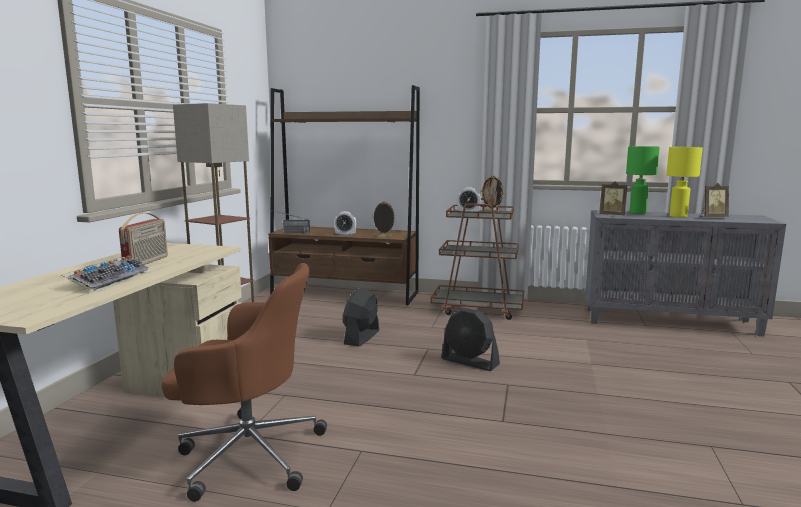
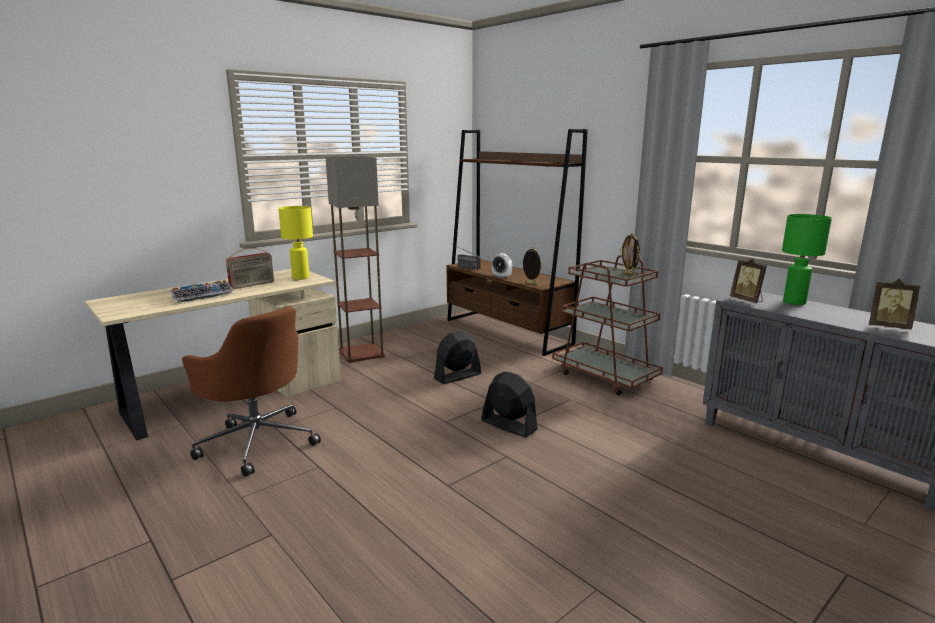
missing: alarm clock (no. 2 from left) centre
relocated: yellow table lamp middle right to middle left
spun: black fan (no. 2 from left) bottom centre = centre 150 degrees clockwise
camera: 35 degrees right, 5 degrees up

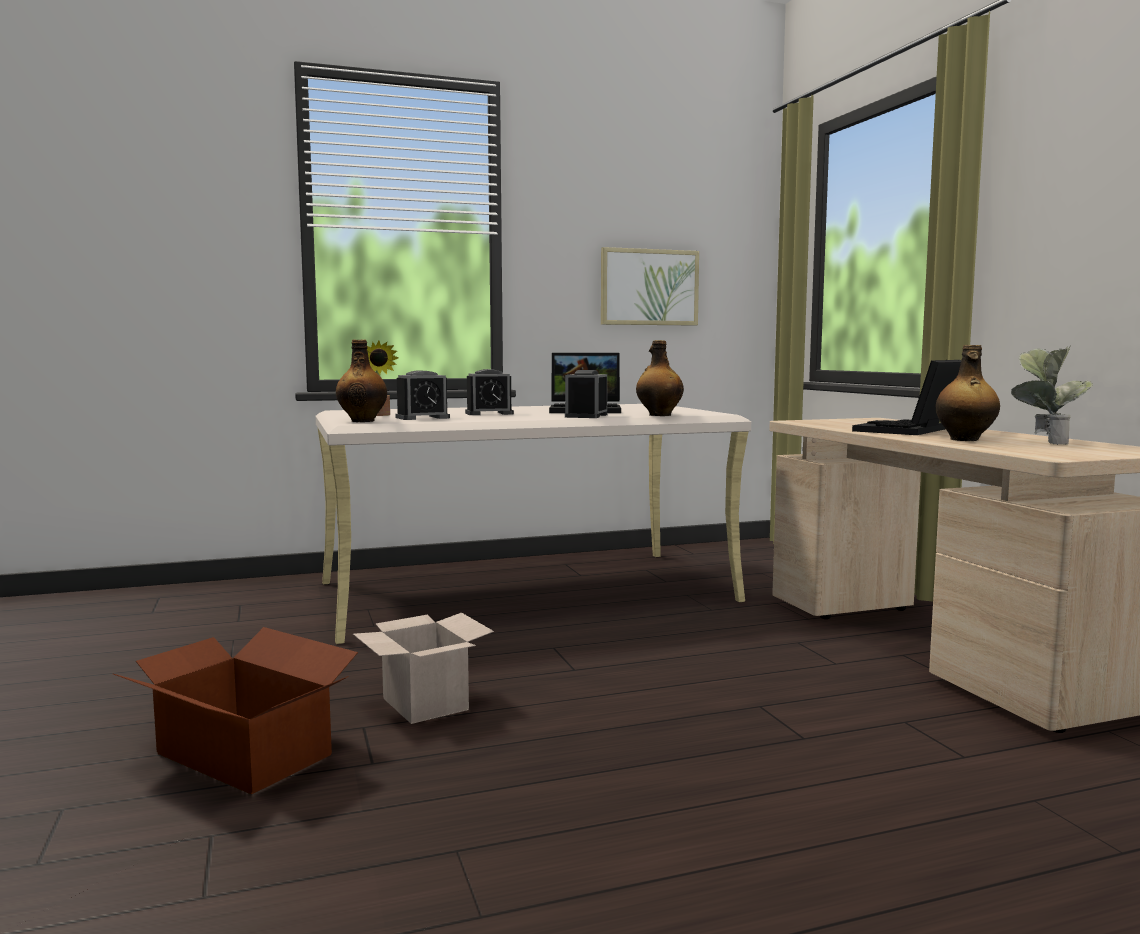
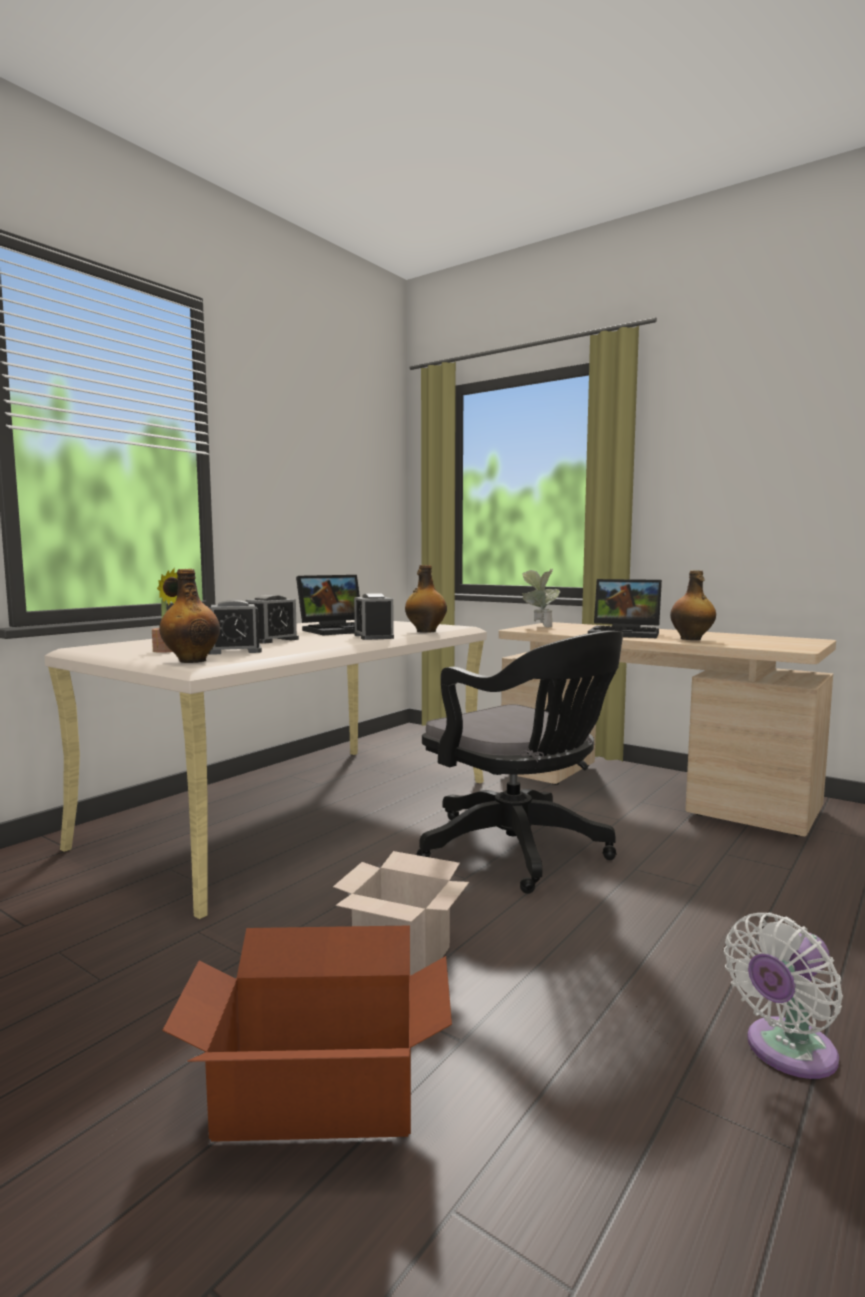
missing: picture top centre
appeared: black office chair centre; white fan bottom right
relocated: potted plant (no. 2 from left) middle right to centre
spun: alarm clock (no. 1 from left) centre = middle left 45 degrees clockwise; laptop (no. 2 from left) middle right = middle right 75 degrees counterclockwise
camera: 35 degrees left, 0 degrees up

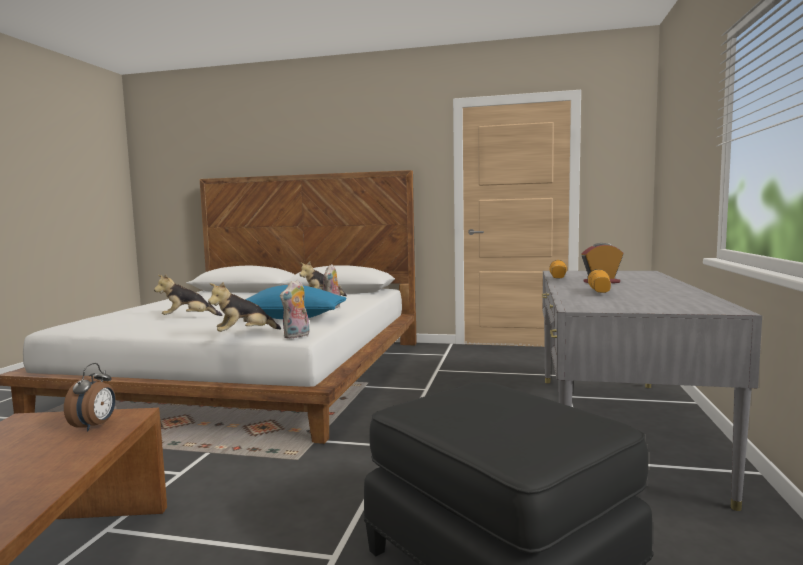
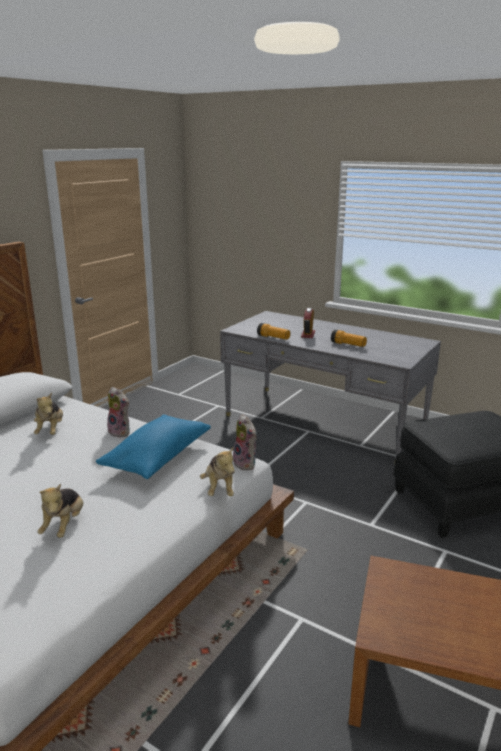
missing: alarm clock (no. 1 from left) bottom left
camera: 70 degrees left, 15 degrees up

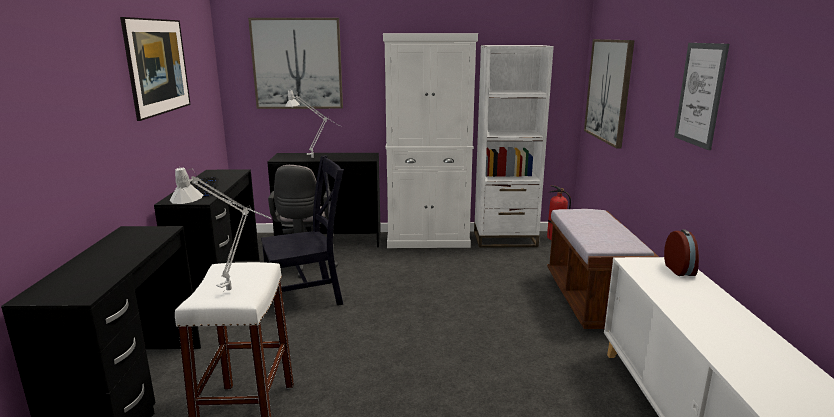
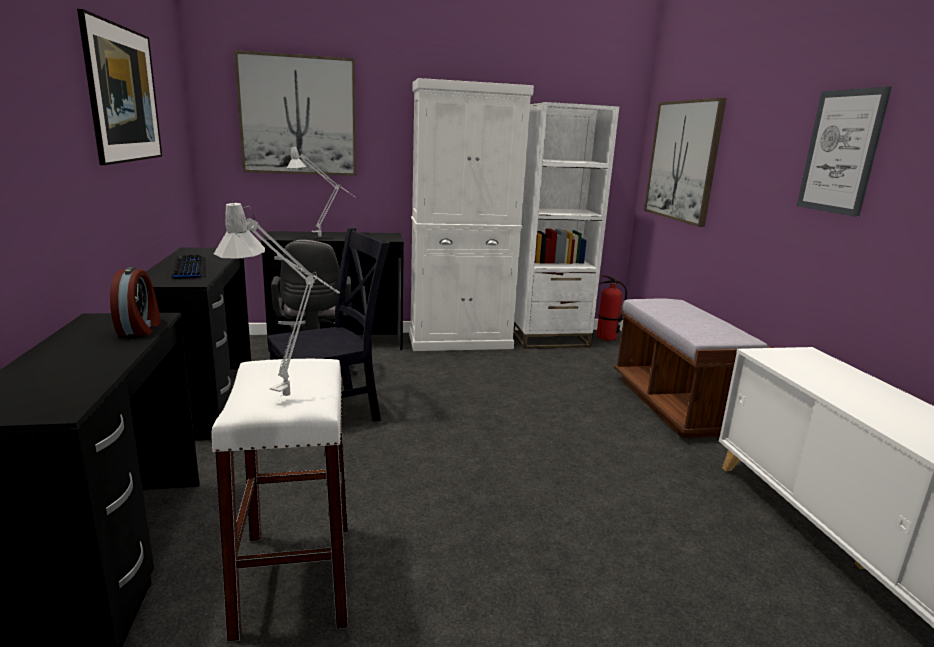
relocated: alarm clock middle right to middle left
camera: 10 degrees left, 0 degrees up

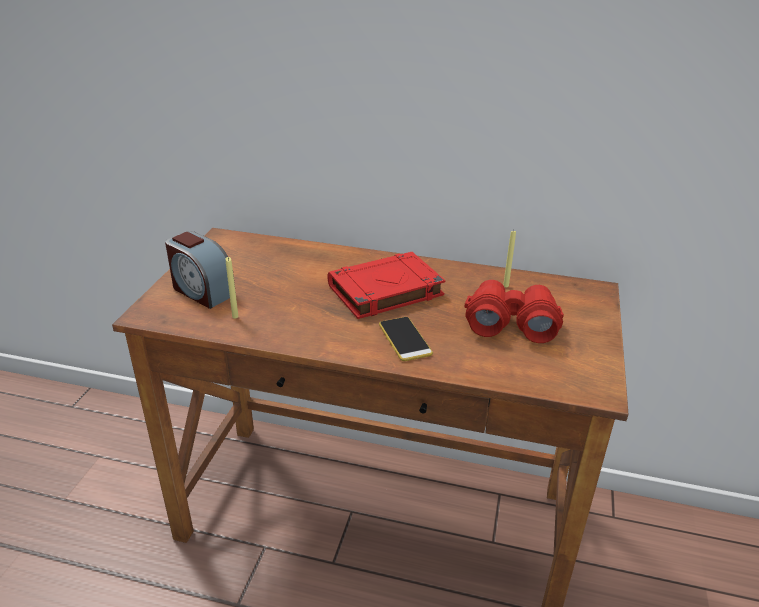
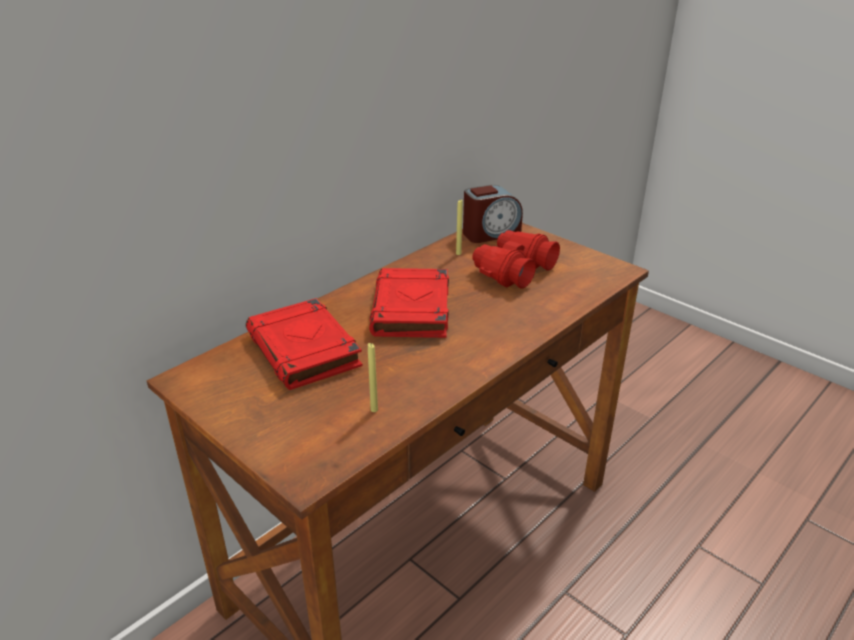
missing: phone centre
appeared: red book (no. 1 from left) centre
relocated: alarm clock middle left to centre
camera: 60 degrees left, 0 degrees up

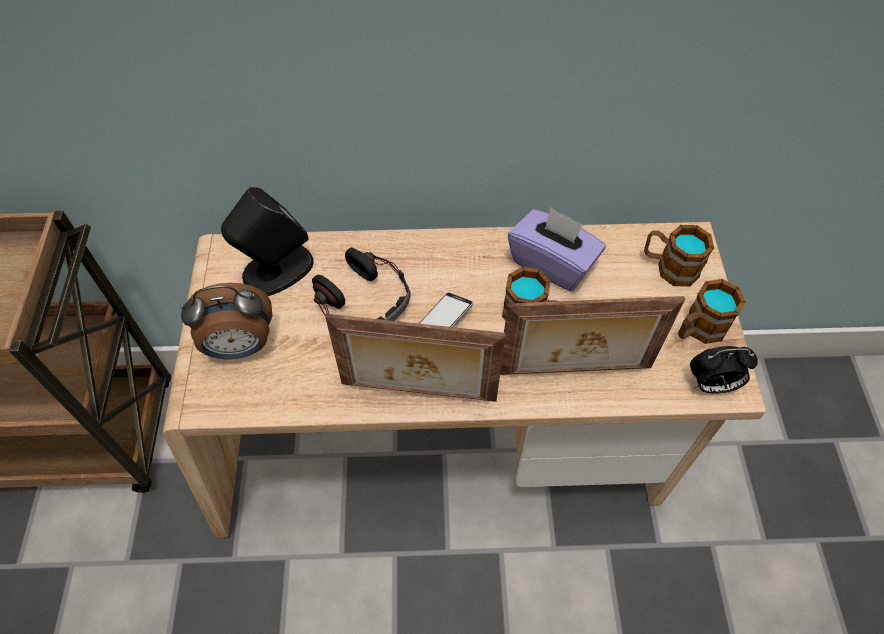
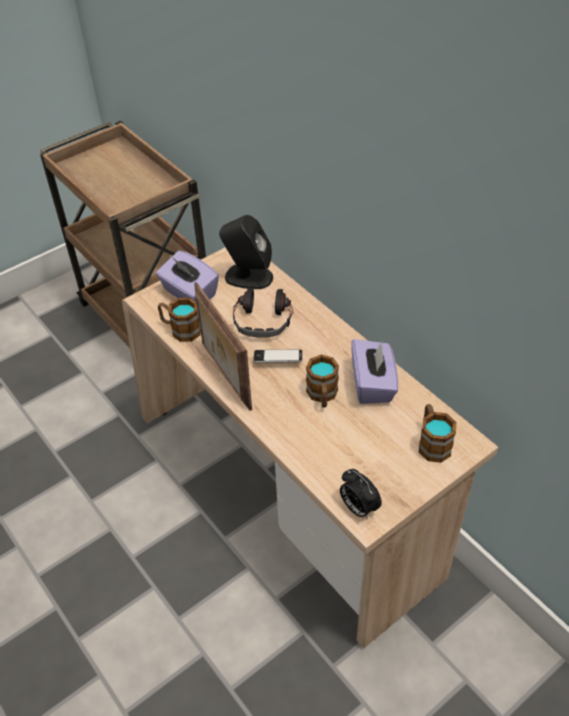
missing: picture frame (no. 2 from left) middle right
relocated: mug (no. 3 from left in the first image) middle right to mug (no. 1 from left) middle left
exchanged: alarm clock (no. 1 from left) middle left to purple tissue box (no. 1 from left) middle left
camera: 55 degrees right, 10 degrees down

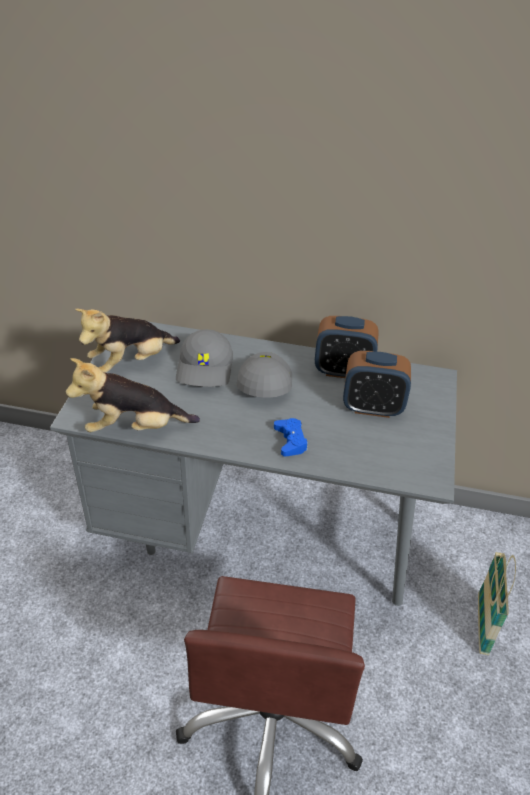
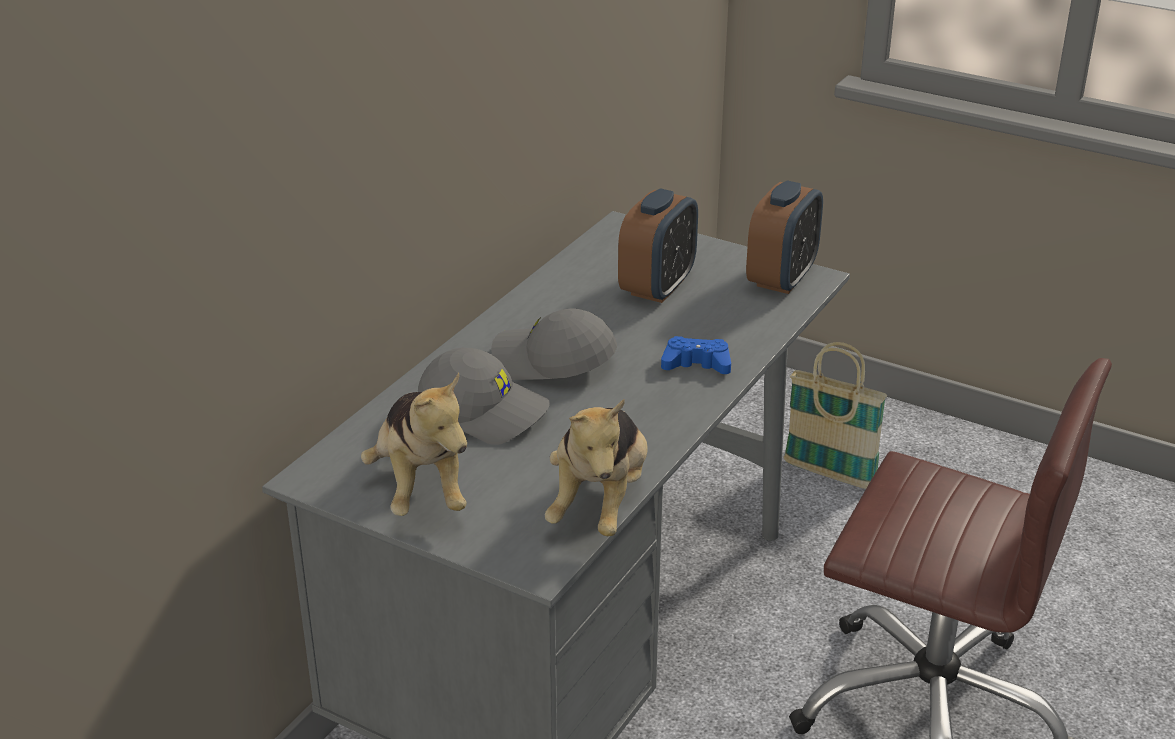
relocated: alarm clock (no. 1 from left in the first image) centre to alarm clock (no. 2 from left) top right
camera: 70 degrees left, 10 degrees down

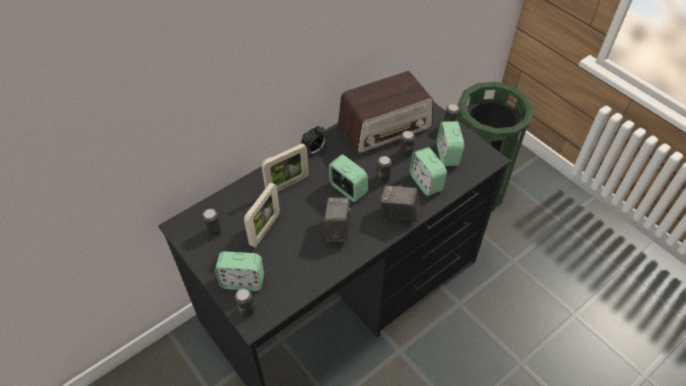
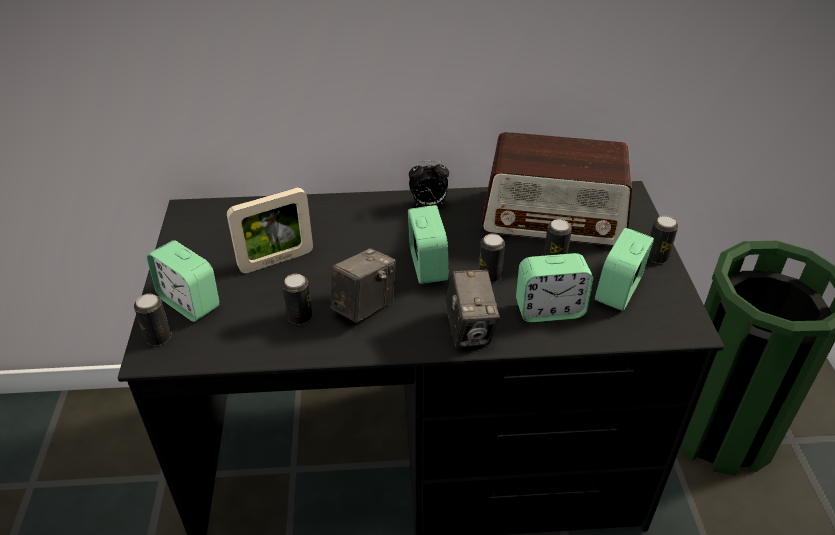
missing: picture frame (no. 2 from left) centre
relocated: can (no. 1 from left in the first image) middle left to can (no. 2 from left) centre
spun: photo camera (no. 2 from left) centre = centre 150 degrees counterclockwise; alarm clock (no. 4 from left) centre = centre 105 degrees counterclockwise
camera: 35 degrees right, 10 degrees down

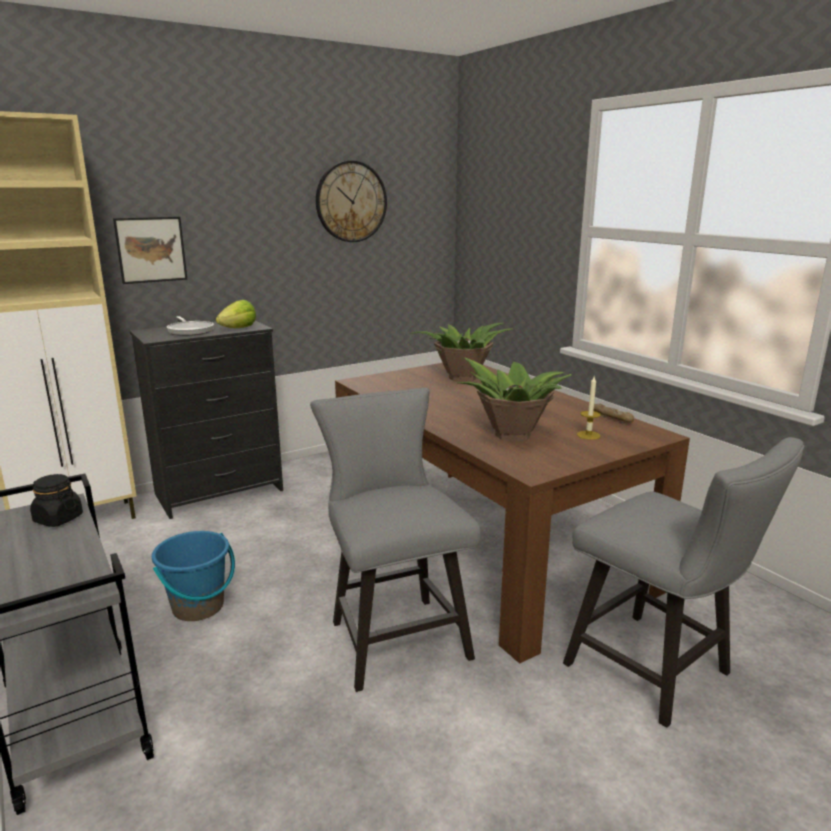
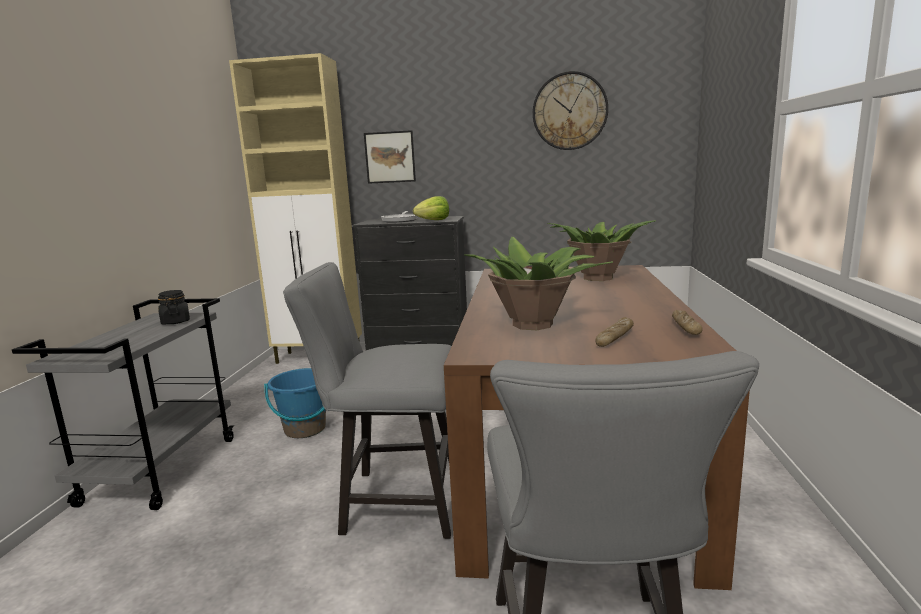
exchanged: candle middle right to bread (no. 1 from left) middle right
spun: grey chair (no. 1 from left) centre = centre 105 degrees counterclockwise
camera: 40 degrees right, 5 degrees down

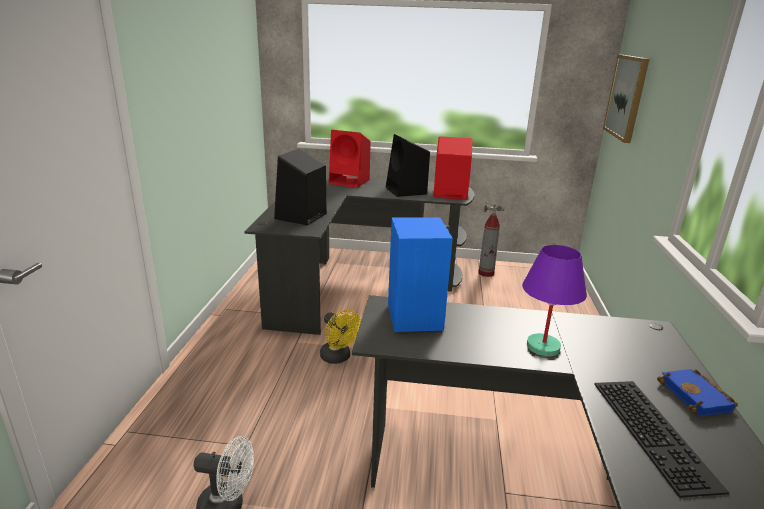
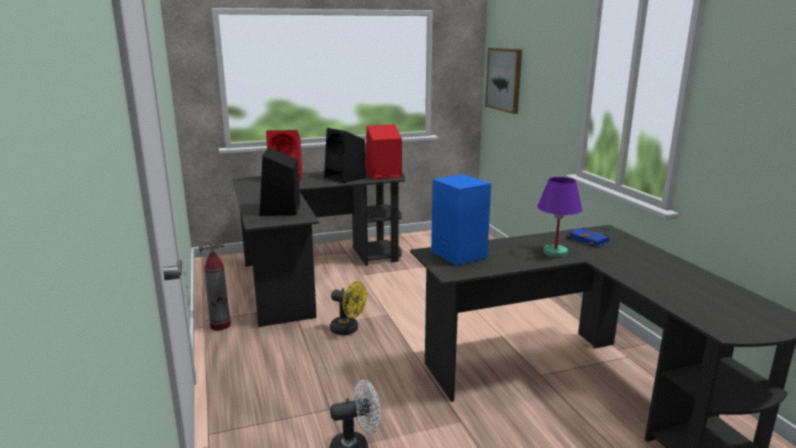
missing: keyboard bottom right
relocated: fire extinguisher centre to middle left; blue book bottom right to middle right
camera: 25 degrees left, 5 degrees down

